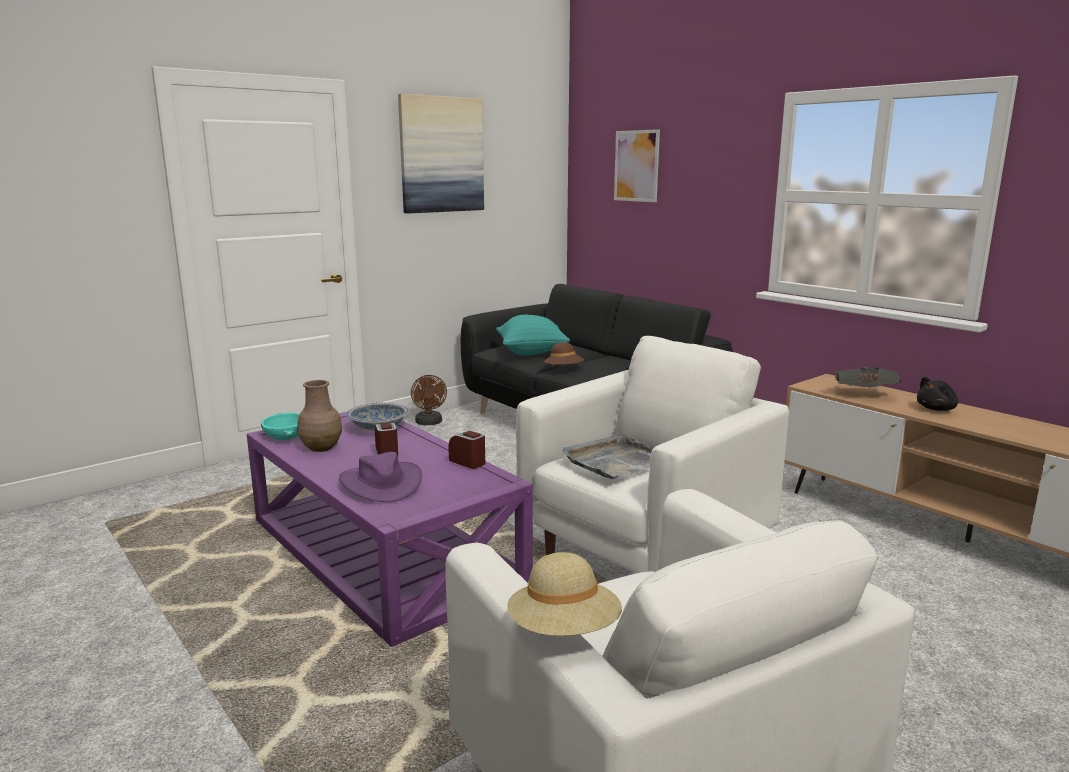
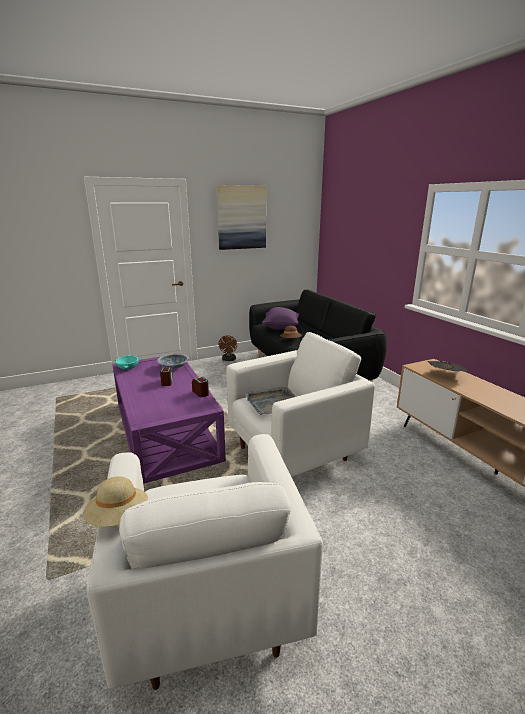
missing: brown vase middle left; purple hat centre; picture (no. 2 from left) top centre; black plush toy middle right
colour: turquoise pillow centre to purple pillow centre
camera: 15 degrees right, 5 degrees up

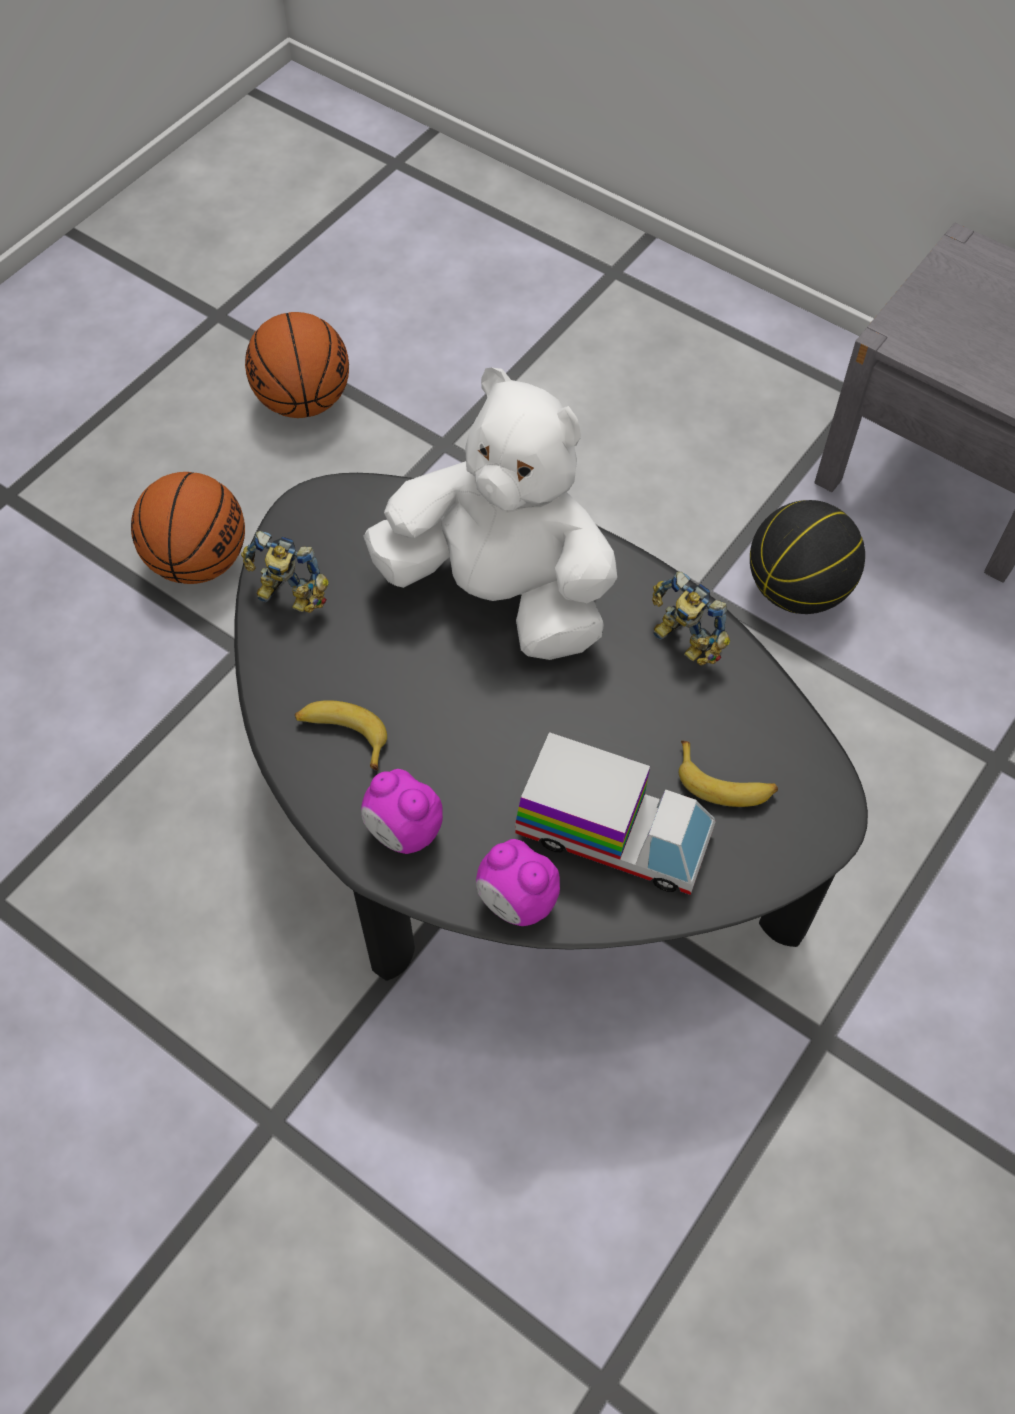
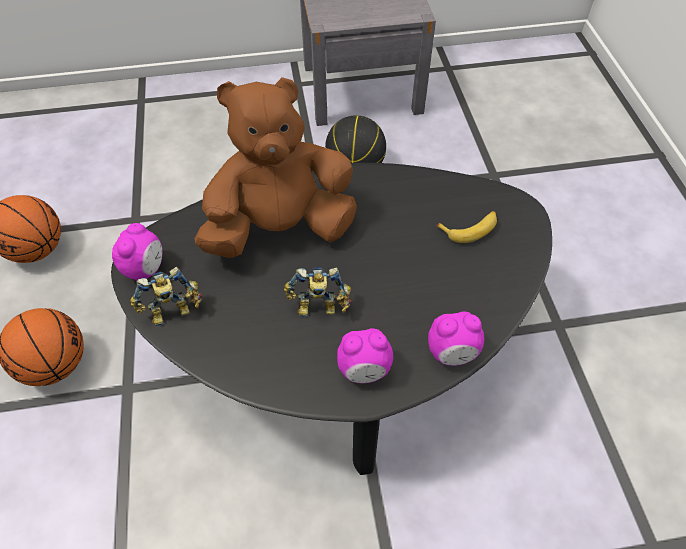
missing: banana (no. 1 from left) centre; toy truck centre
appeared: alarm clock (no. 1 from left) middle left
relocated: toy robot (no. 2 from left) middle right to centre
colour: white plush toy centre to brown plush toy top centre
camera: 45 degrees left, 5 degrees down

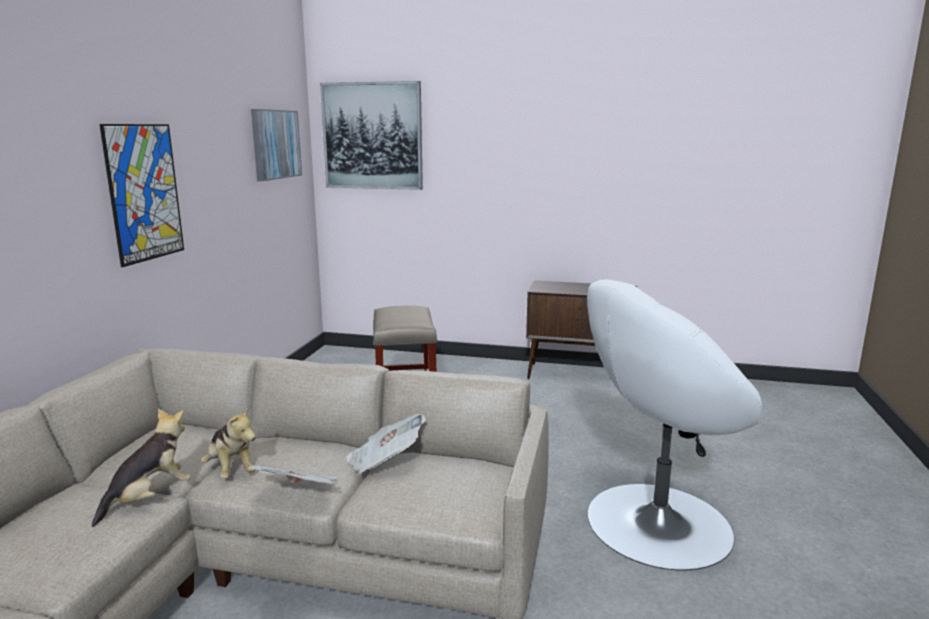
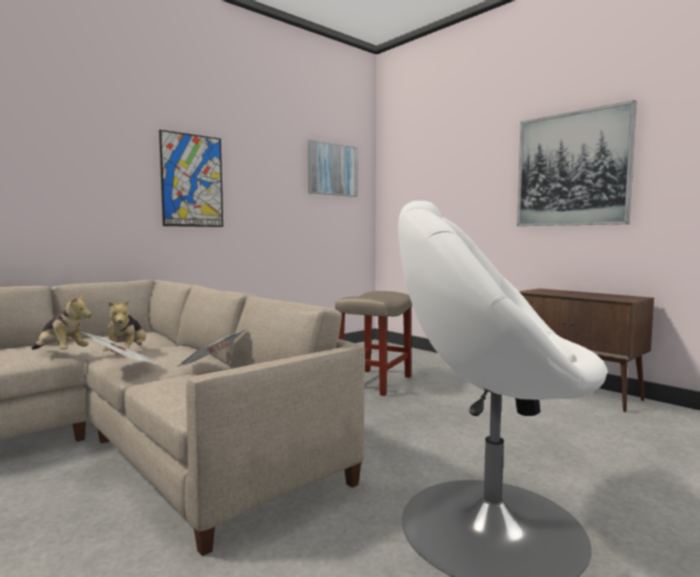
relocated: picture (no. 3 from left) top centre to top right
spun: plush toy (no. 1 from left) bottom left = middle left 45 degrees clockwise
camera: 35 degrees right, 10 degrees down

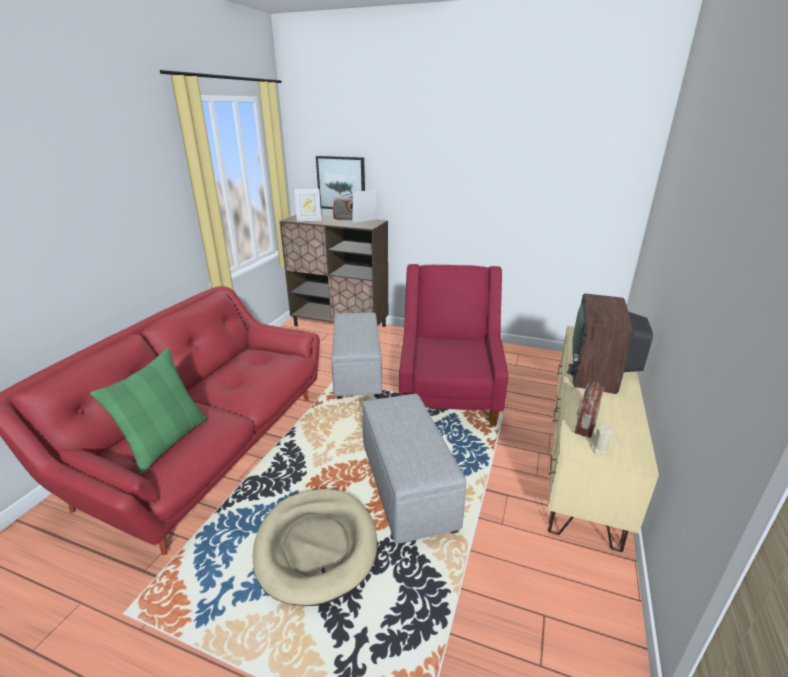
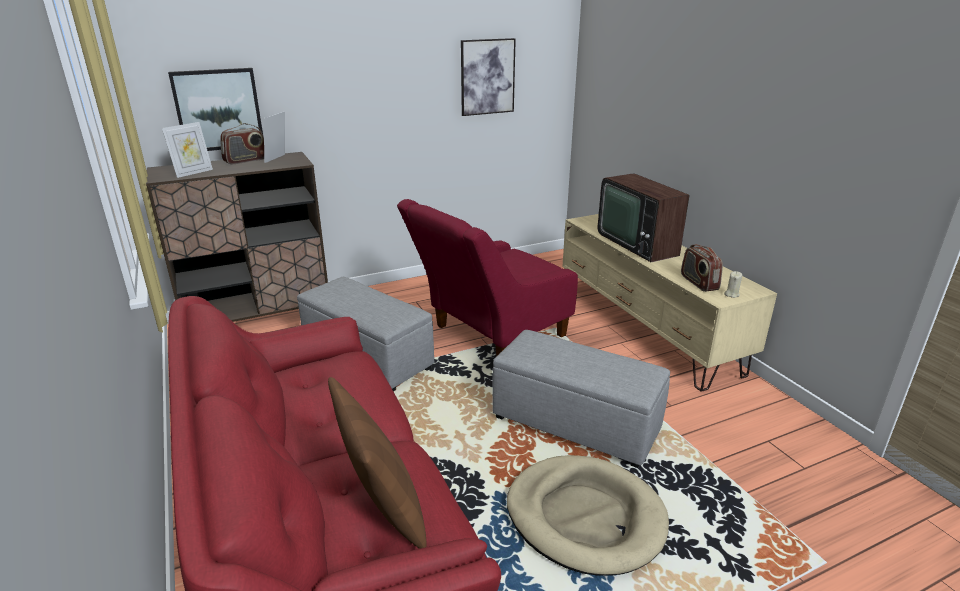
appeared: picture (no. 2 from left) top centre
colour: green pillow middle left to brown pillow bottom centre
spun: red armchair centre = centre 90 degrees counterclockwise
camera: 45 degrees left, 0 degrees up

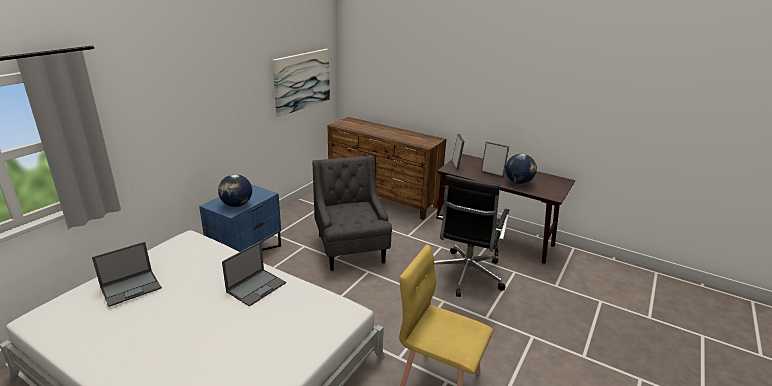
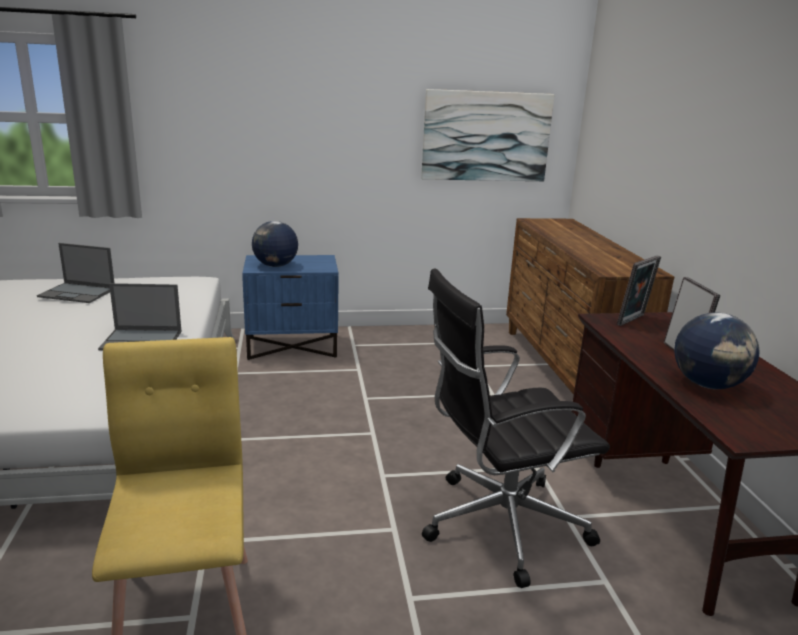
missing: grey armchair centre
camera: 50 degrees right, 5 degrees down

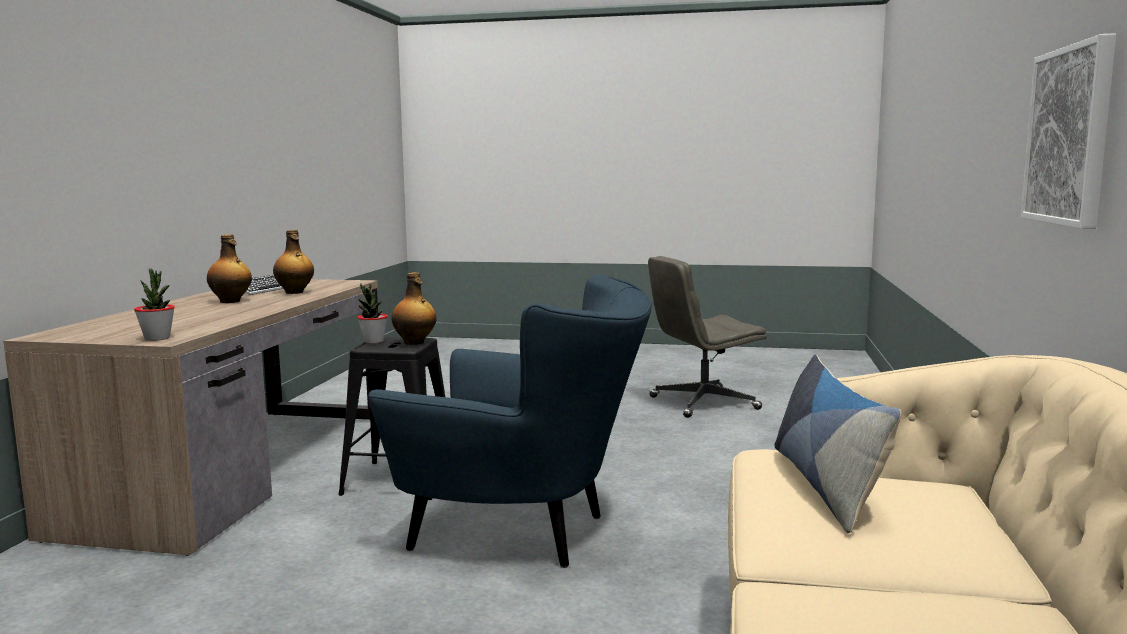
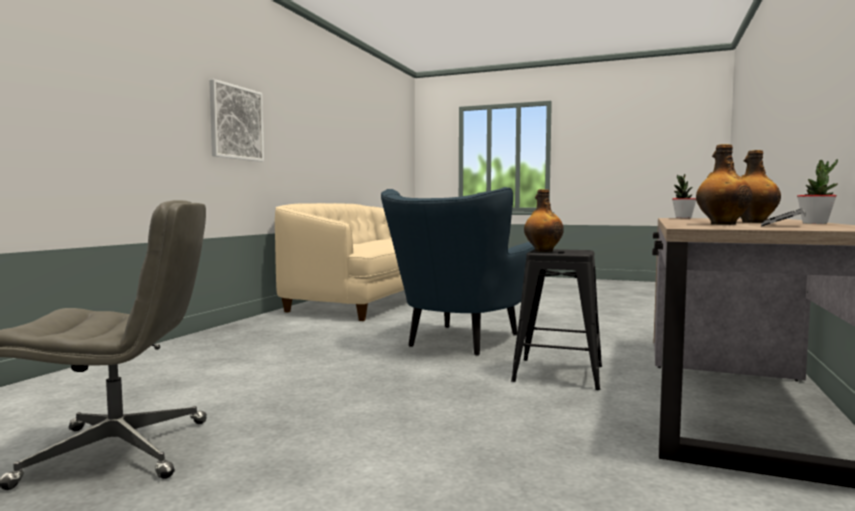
missing: pillow bottom right
relocated: potted plant (no. 2 from left) middle left to middle right
spun: blue armchair centre = centre 90 degrees counterclockwise
camera: 170 degrees left, 5 degrees down

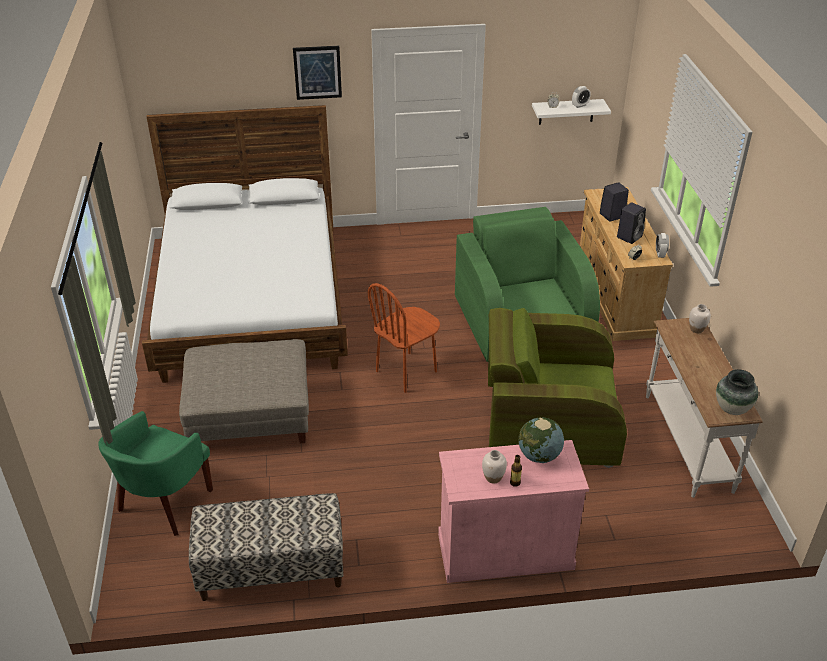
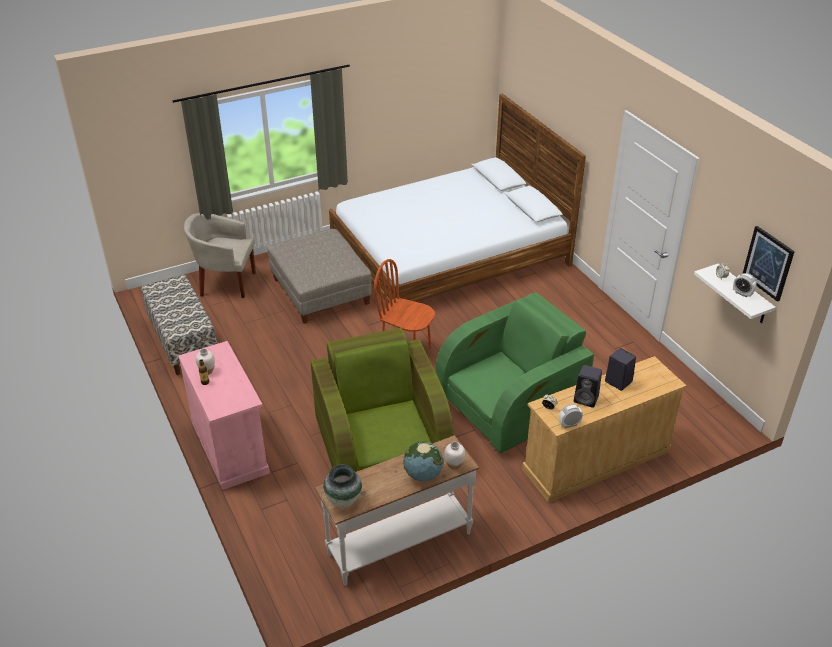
relocated: globe centre to bottom centre; picture top centre to middle right
colour: green armchair (no. 1 from left) bottom left to beige armchair middle left
camera: 70 degrees right, 0 degrees up

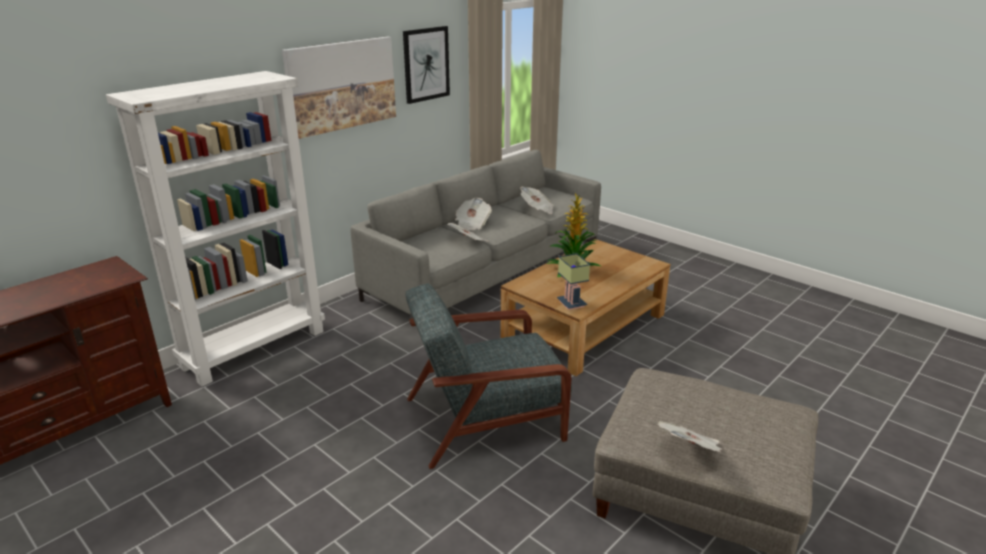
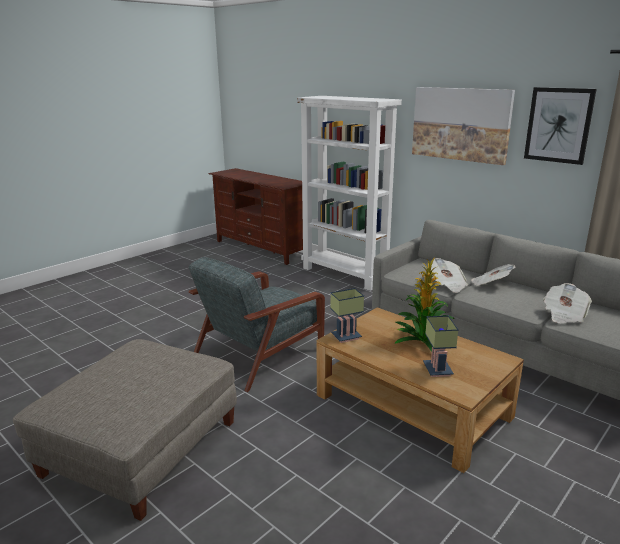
missing: newspaper (no. 4 from left) bottom right
appeared: table lamp (no. 2 from left) middle right
spun: grey armchair bottom centre = centre 120 degrees counterclockwise
camera: 90 degrees right, 5 degrees down

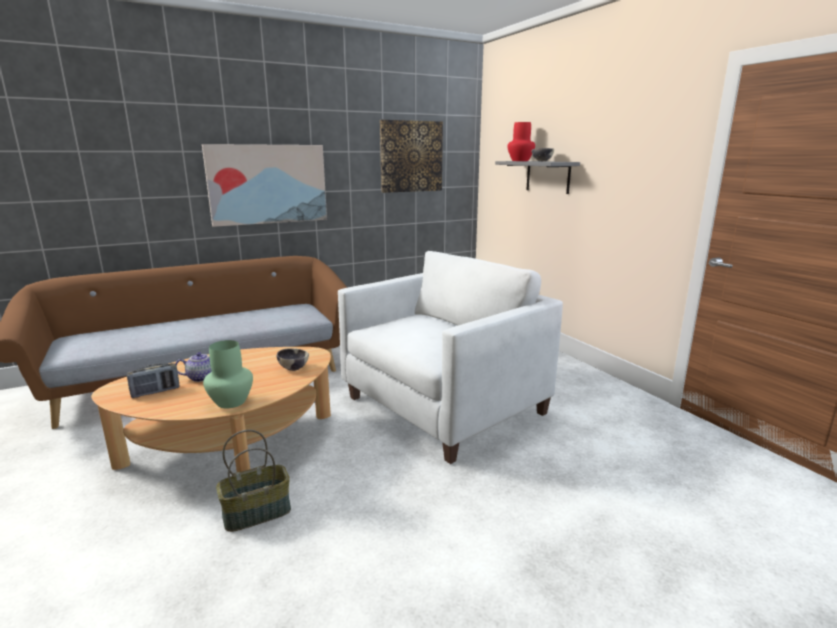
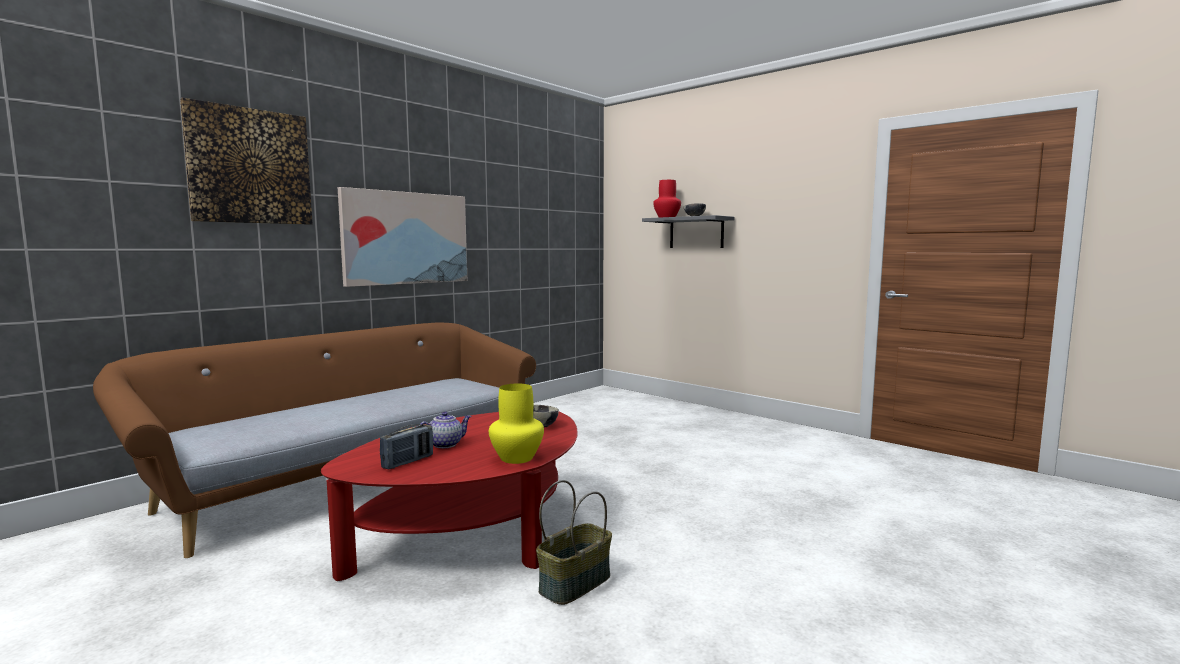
missing: white armchair centre
relocated: picture (no. 2 from left in the first image) top centre to picture (no. 1 from left) top left
colour: beige coffee table middle left to red coffee table bottom centre; green vase middle left to yellow vase centre
camera: 20 degrees left, 10 degrees down

